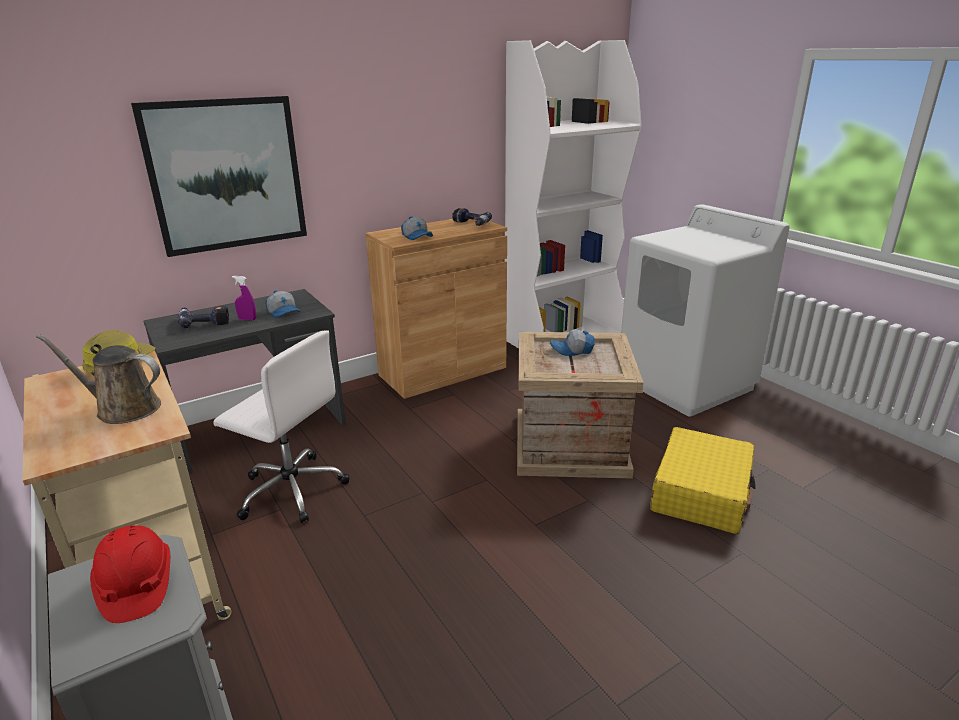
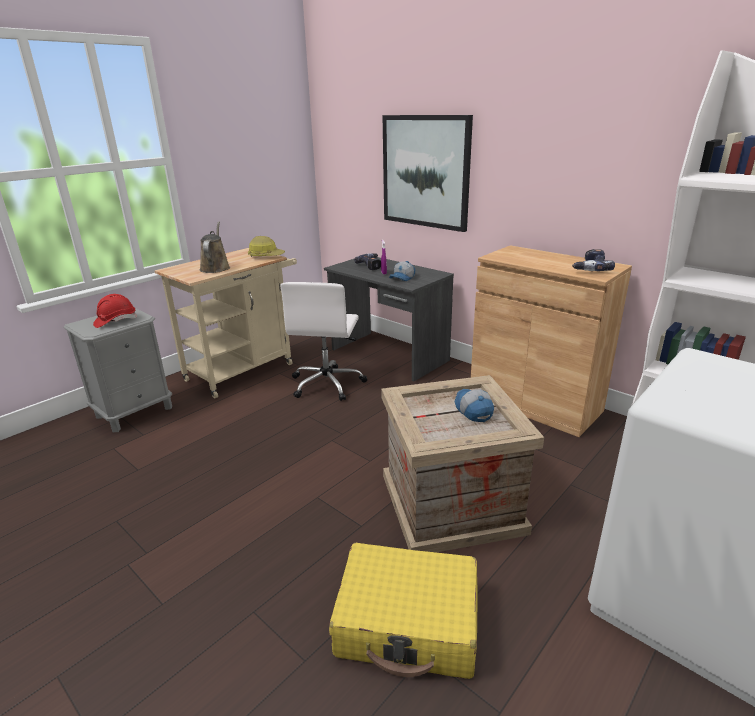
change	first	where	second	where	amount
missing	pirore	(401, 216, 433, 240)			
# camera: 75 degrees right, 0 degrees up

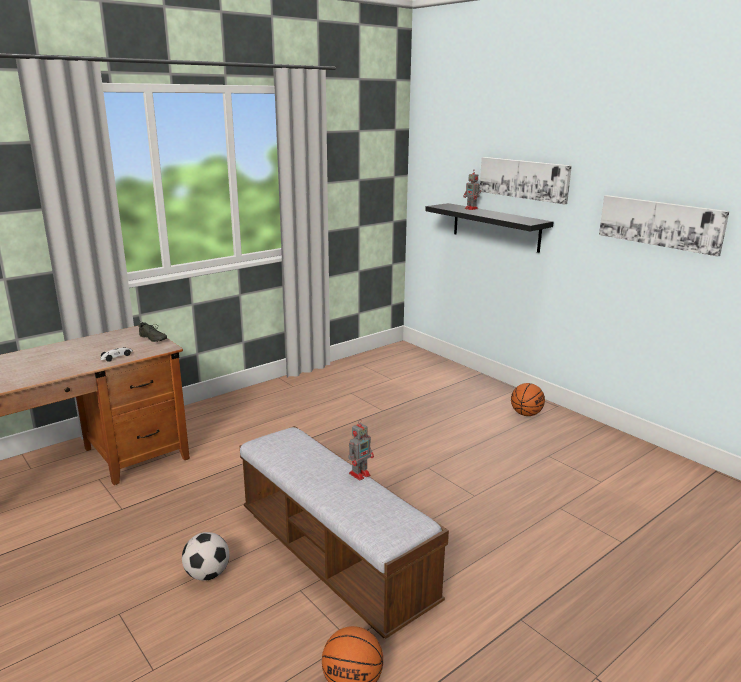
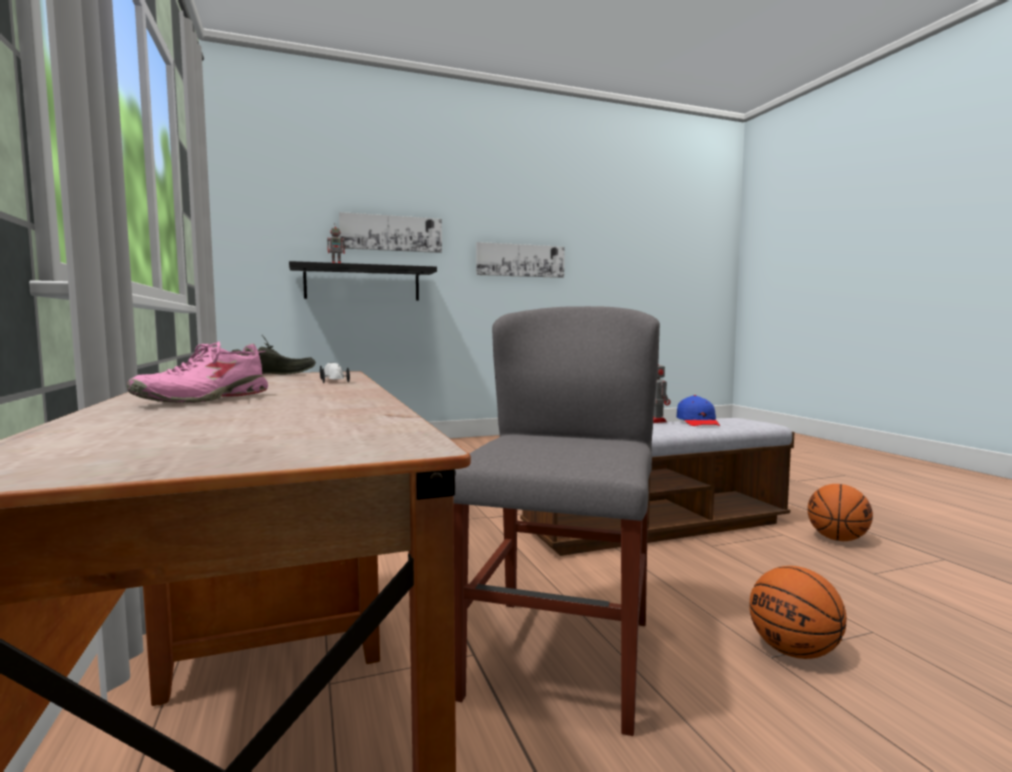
change	first	where	second	where	amount
relocated	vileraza	(511, 383, 545, 416)		(749, 566, 847, 659)	
missing	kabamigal	(182, 532, 229, 581)			
appeared			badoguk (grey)	(453, 306, 660, 736)	
appeared			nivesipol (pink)	(127, 342, 268, 403)	
appeared			pirore (blue)	(677, 395, 720, 426)	
# camera: 70 degrees left, 15 degrees down

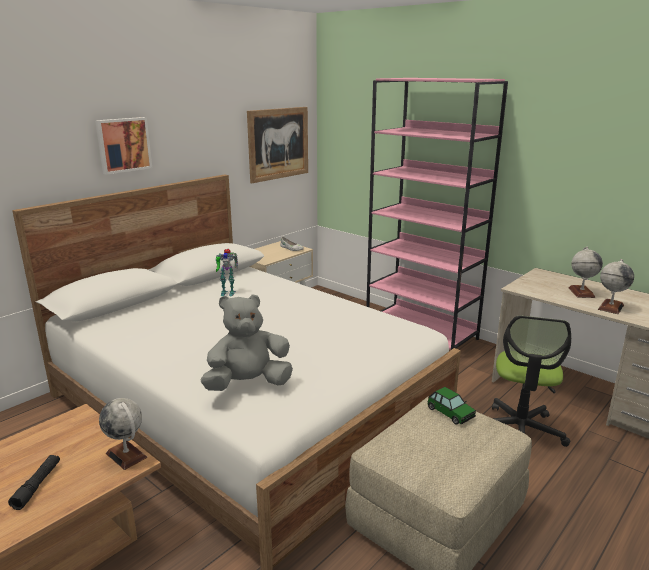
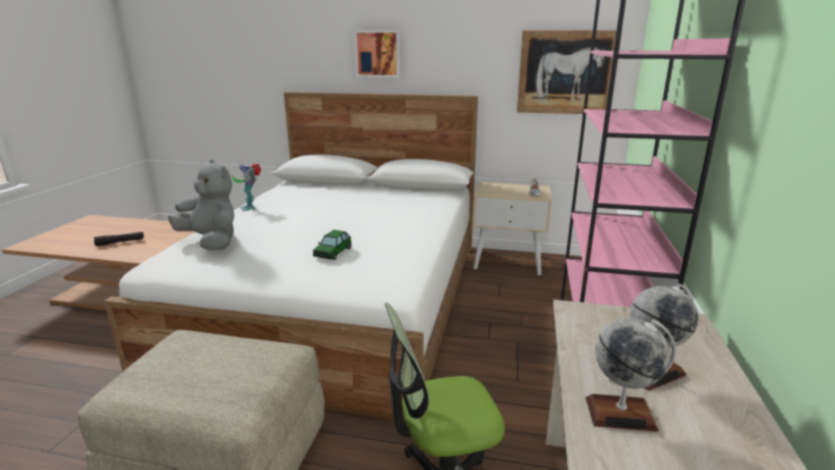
change	first	where	second	where	amount
relocated	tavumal	(216, 249, 238, 296)		(233, 163, 261, 211)	
relocated	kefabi	(427, 387, 476, 425)		(313, 230, 351, 260)	
missing	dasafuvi	(99, 398, 147, 470)			
# camera: 60 degrees right, 0 degrees up

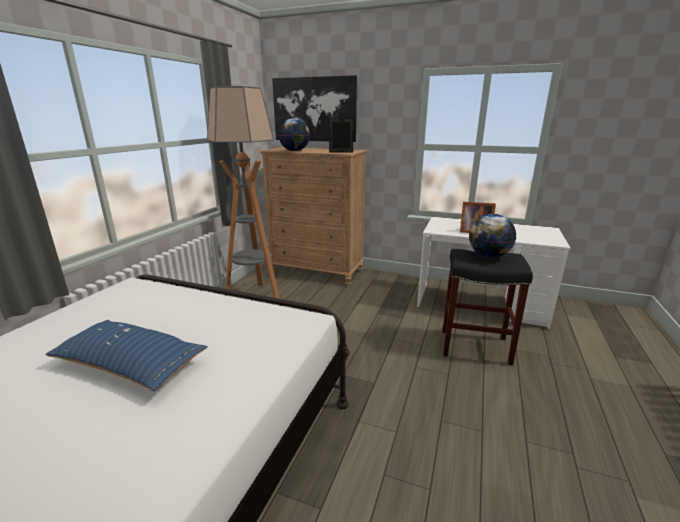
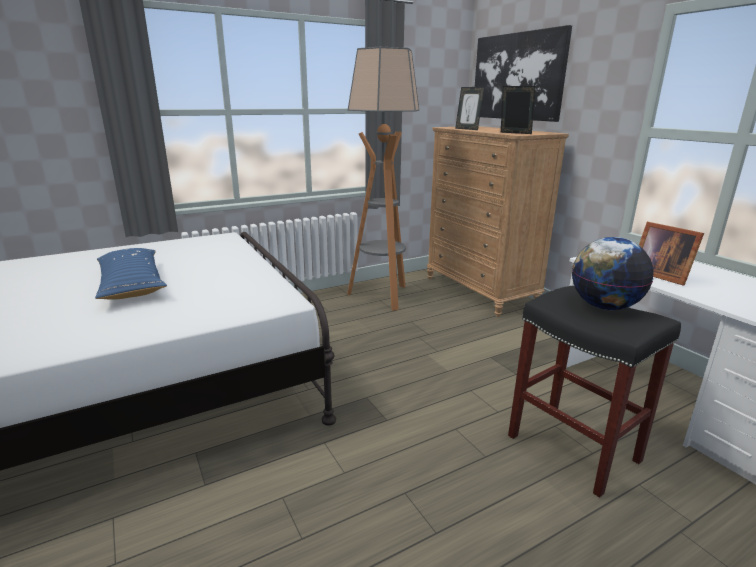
change	first	where	second	where	amount
exchanged	dasafuvi	(278, 118, 310, 151)	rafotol	(455, 87, 485, 130)	
# camera: 40 degrees right, 0 degrees up

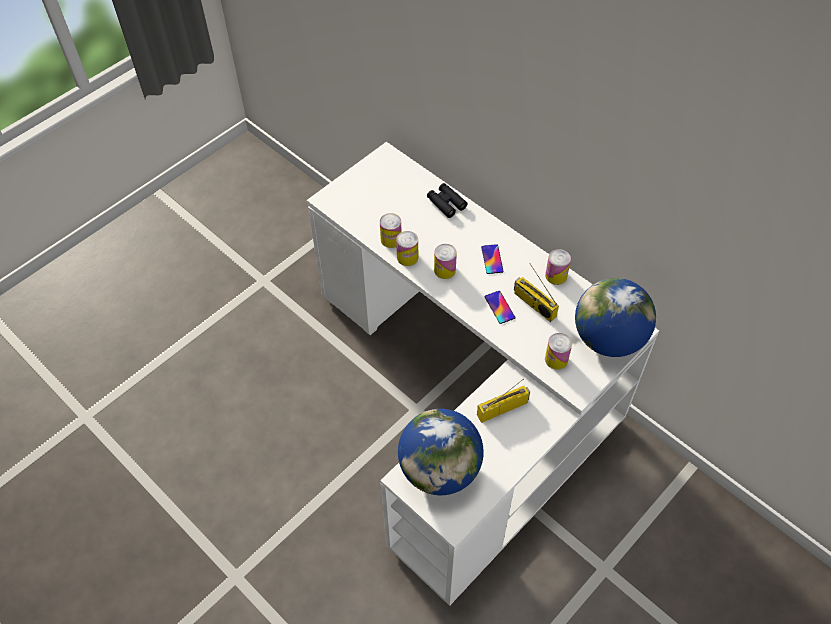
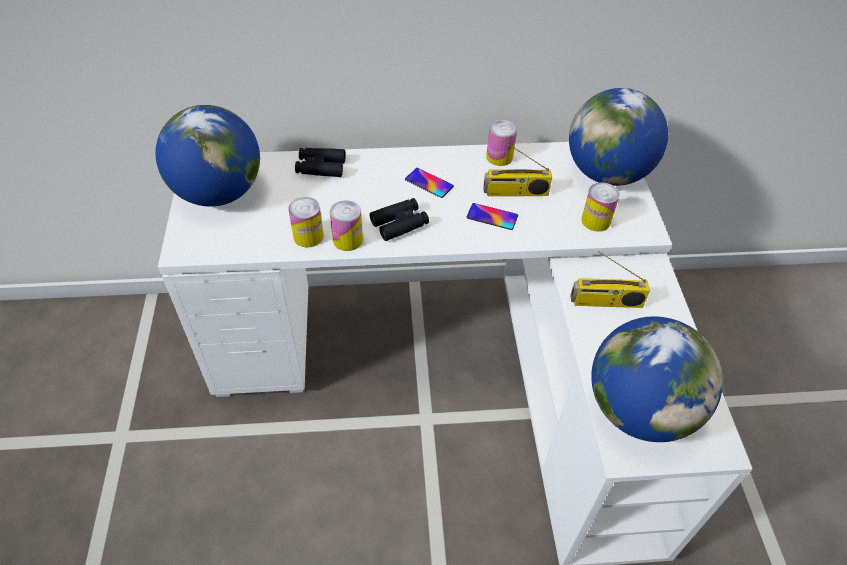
change	first	where	second	where	amount
exchanged	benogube	(434, 244, 457, 279)	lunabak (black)	(370, 198, 429, 241)	
spun	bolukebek	(477, 378, 530, 423)		(570, 251, 650, 308)	105 degrees counterclockwise
appeared			dasafuvi	(156, 105, 260, 207)	
# camera: 50 degrees left, 5 degrees down

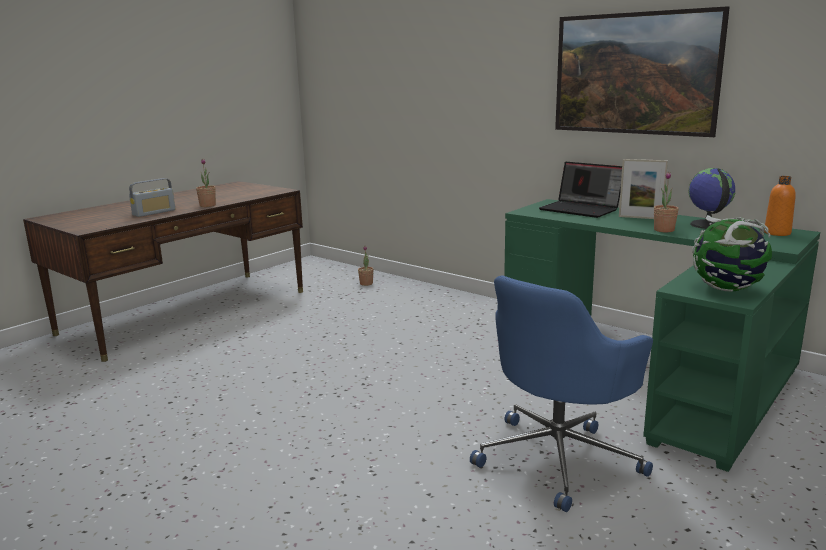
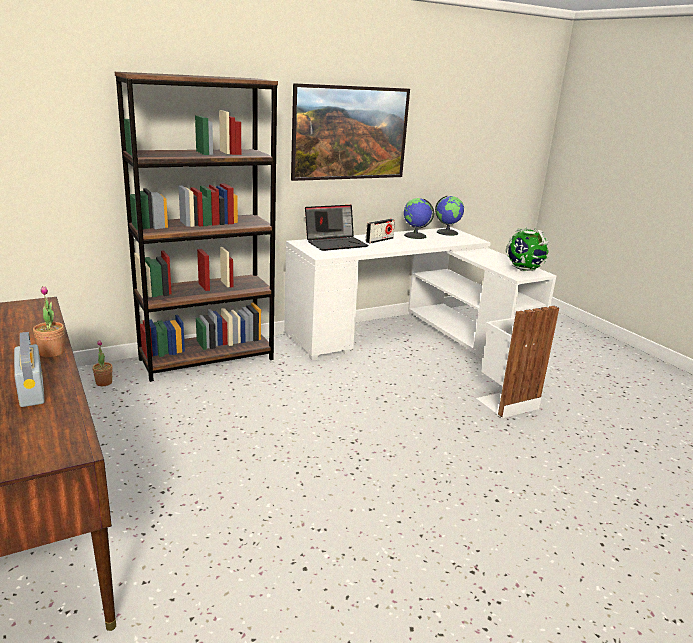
change	first	where	second	where	amount
exchanged	rafotol	(619, 159, 668, 219)	bolukebek	(365, 219, 395, 244)	
missing	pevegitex	(654, 172, 679, 232)			
exchanged	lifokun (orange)	(764, 176, 796, 236)	dasafuvi	(435, 196, 464, 236)	
colour	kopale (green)	(504, 199, 820, 472)	kopale (white)	(284, 227, 556, 360)	
exchanged	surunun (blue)	(470, 275, 653, 512)	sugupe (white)	(476, 306, 559, 418)	
appeared			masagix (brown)	(115, 72, 278, 382)	
# camera: 70 degrees left, 5 degrees up

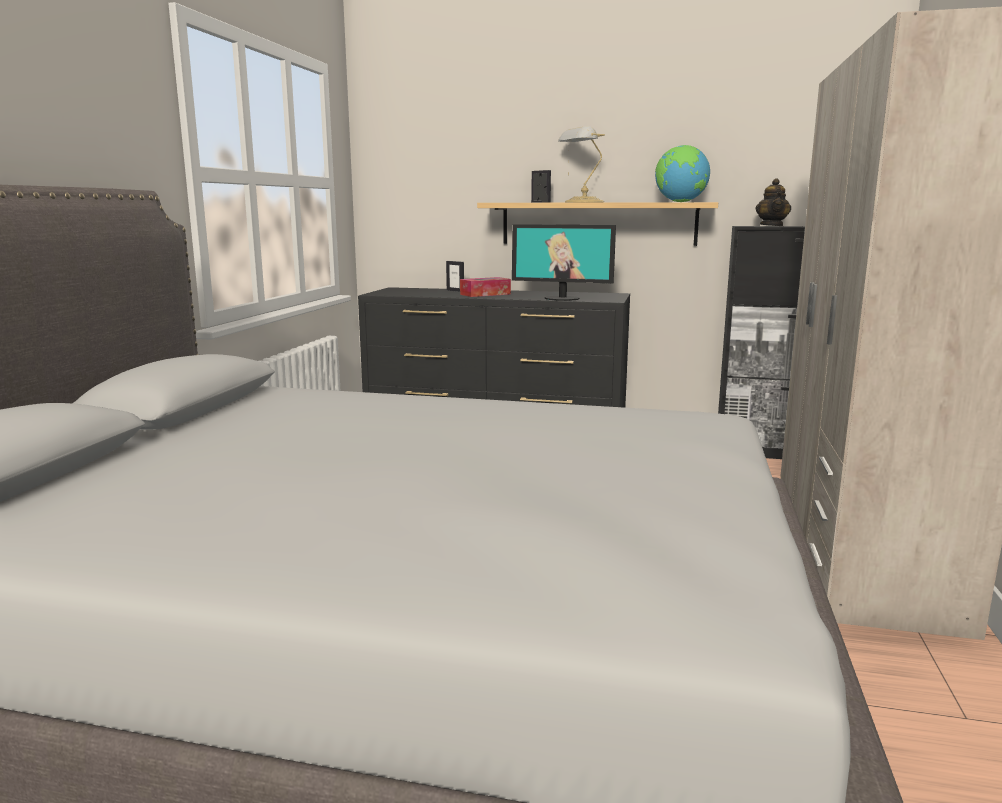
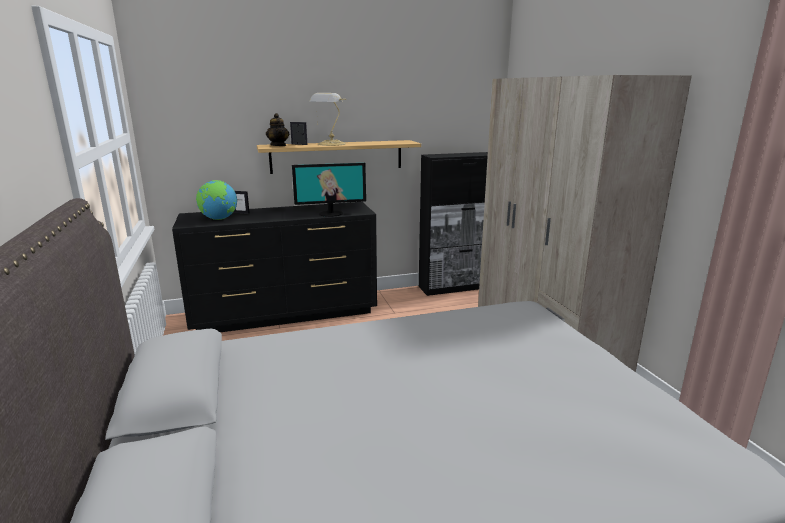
change	first	where	second	where	amount
relocated	dasafuvi	(655, 145, 710, 202)		(196, 180, 237, 220)	
relocated	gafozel	(755, 178, 791, 226)		(266, 113, 289, 146)	
missing	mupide	(460, 277, 511, 297)			
# camera: 30 degrees left, 5 degrees up

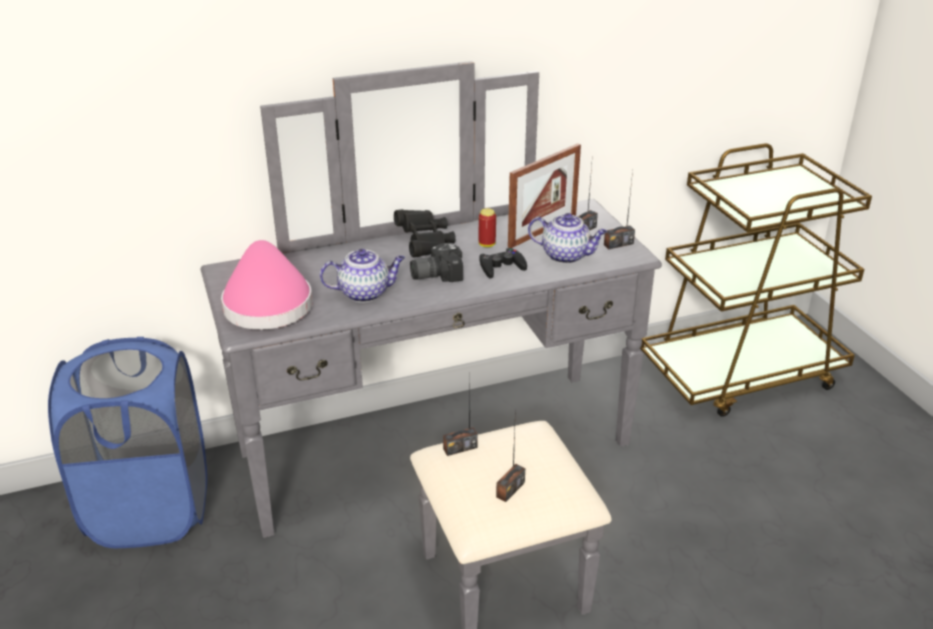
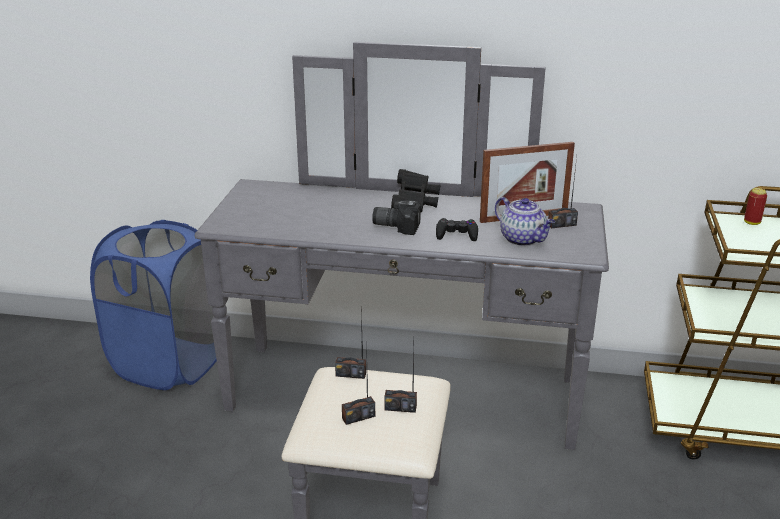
change	first	where	second	where	amount
relocated	bolukebek	(604, 171, 635, 249)		(384, 346, 417, 413)	
relocated	benogube	(479, 208, 496, 247)		(744, 188, 767, 225)	
missing	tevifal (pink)	(221, 240, 312, 330)			
missing	gafozel	(320, 249, 405, 303)			
# camera: 30 degrees right, 5 degrees down

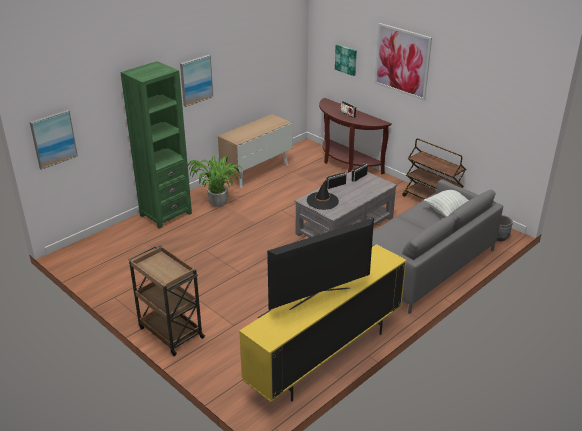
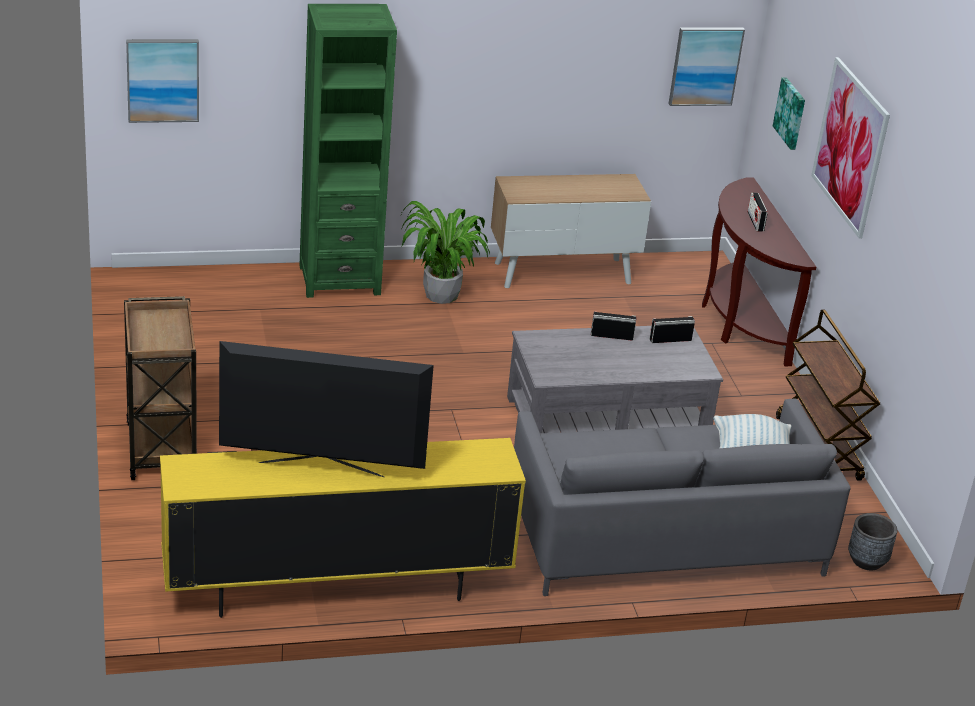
change	first	where	second	where	amount
relocated	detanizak	(180, 55, 213, 107)		(669, 28, 745, 106)	
missing	tevifal (black)	(307, 179, 339, 210)			
# camera: 30 degrees right, 0 degrees up

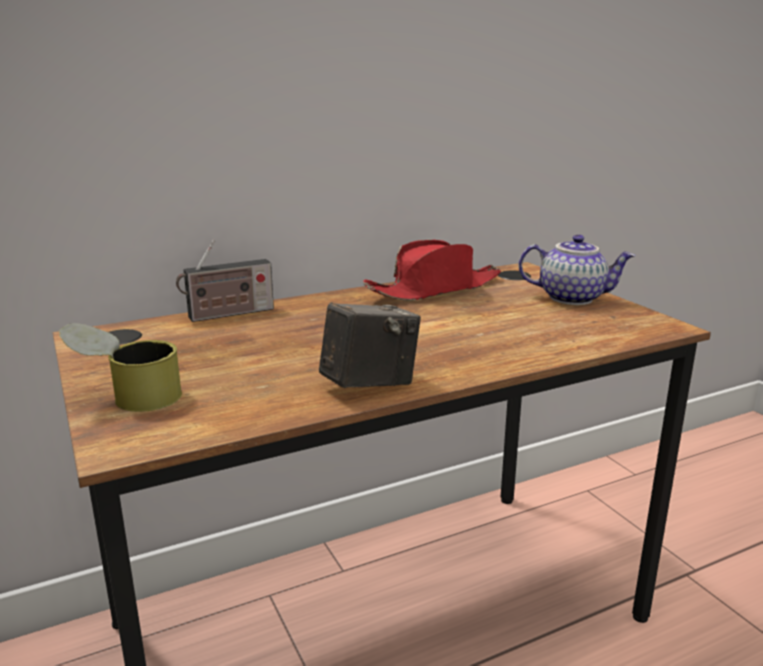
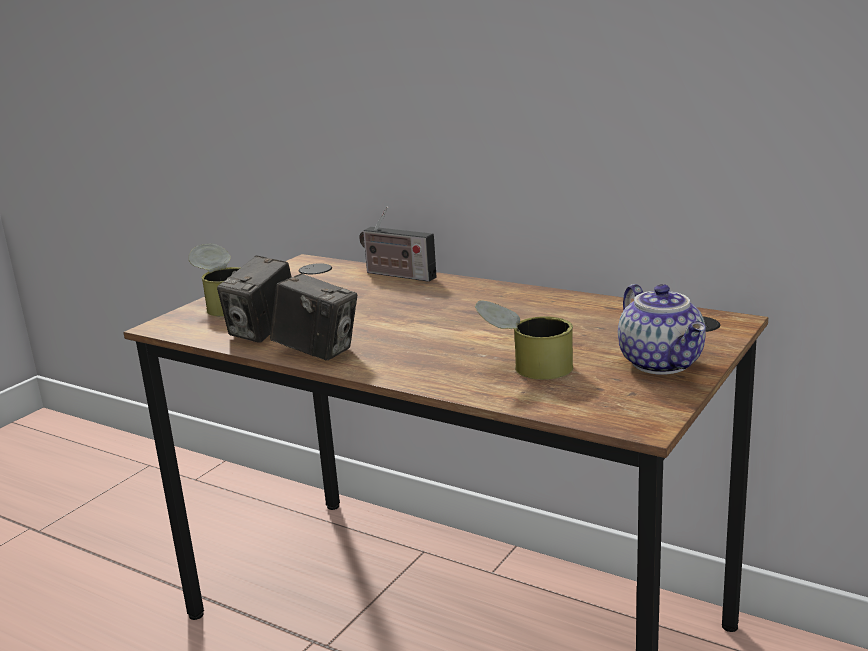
change	first	where	second	where	amount
missing	tevifal (red)	(363, 240, 501, 301)			
appeared			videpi	(217, 255, 291, 343)	
appeared			benogube	(475, 300, 573, 380)	
# camera: 60 degrees right, 0 degrees up

